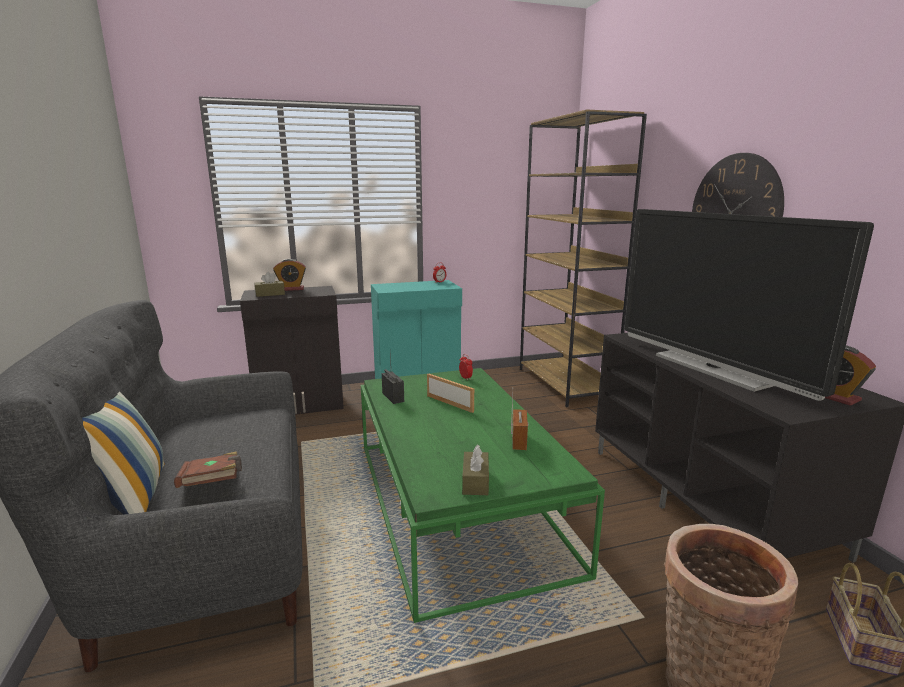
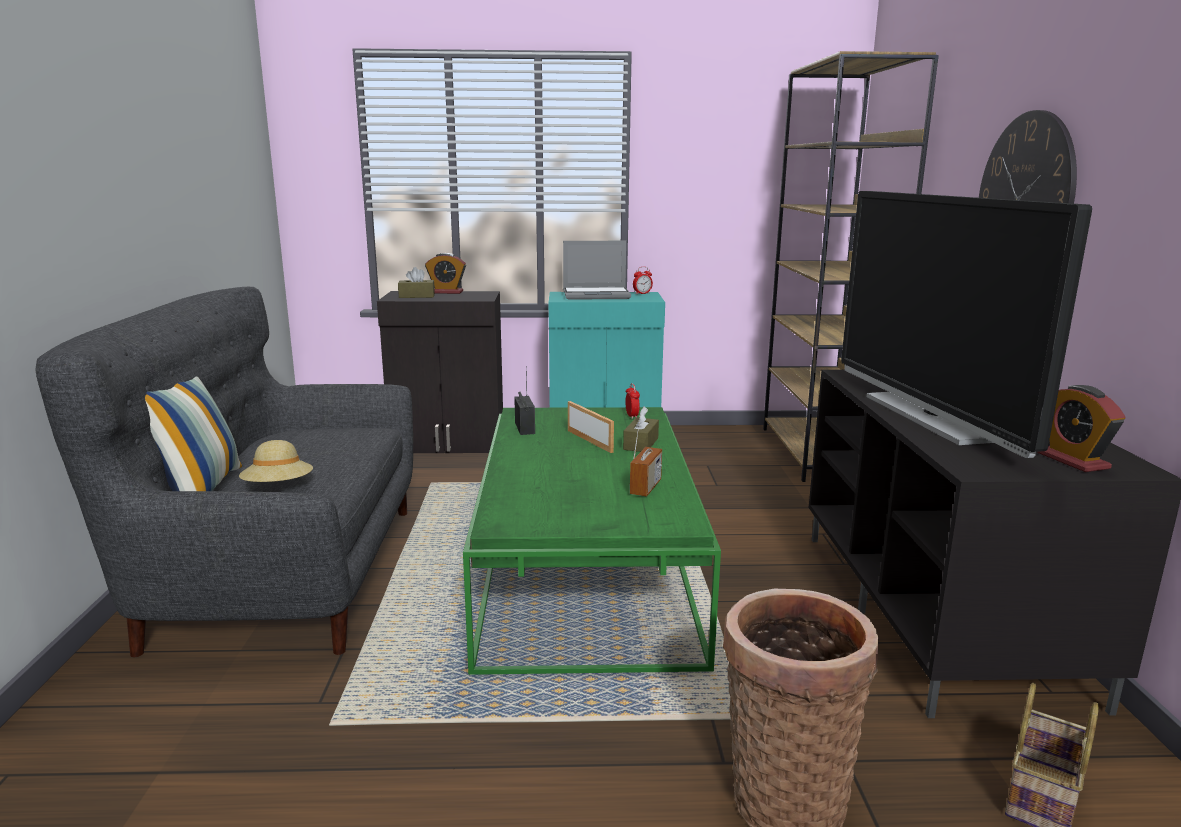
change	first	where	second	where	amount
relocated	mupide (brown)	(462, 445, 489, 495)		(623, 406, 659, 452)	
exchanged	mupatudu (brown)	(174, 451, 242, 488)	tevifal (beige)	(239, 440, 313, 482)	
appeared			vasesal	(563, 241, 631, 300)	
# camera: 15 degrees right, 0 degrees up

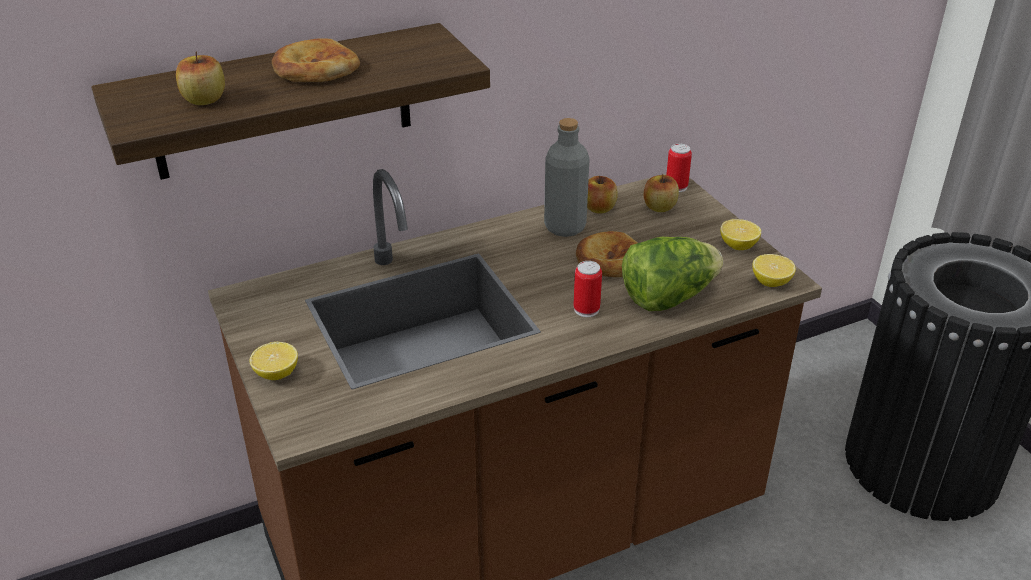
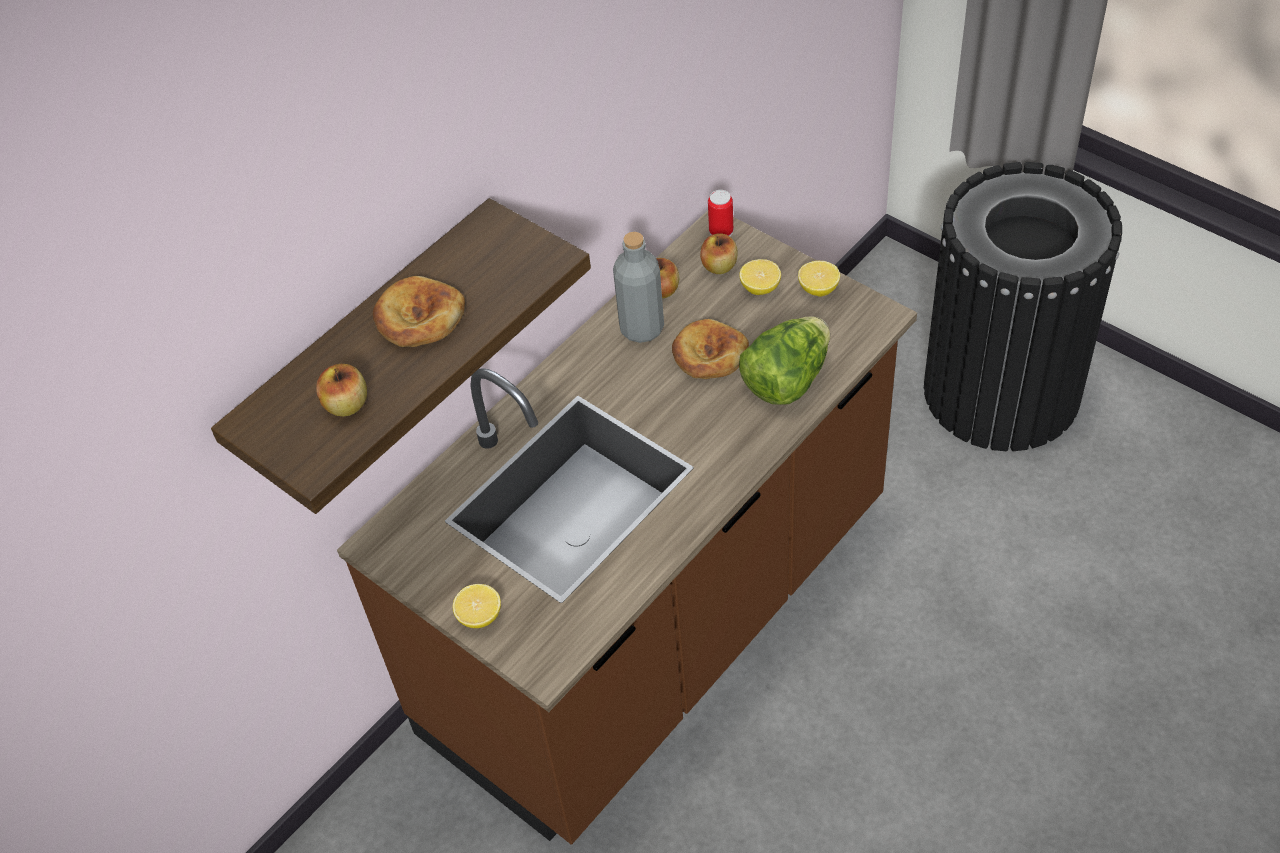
change	first	where	second	where	amount
relocated	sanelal	(752, 254, 796, 287)		(739, 259, 781, 295)	
missing	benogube	(573, 261, 602, 317)			
# camera: 20 degrees left, 15 degrees up

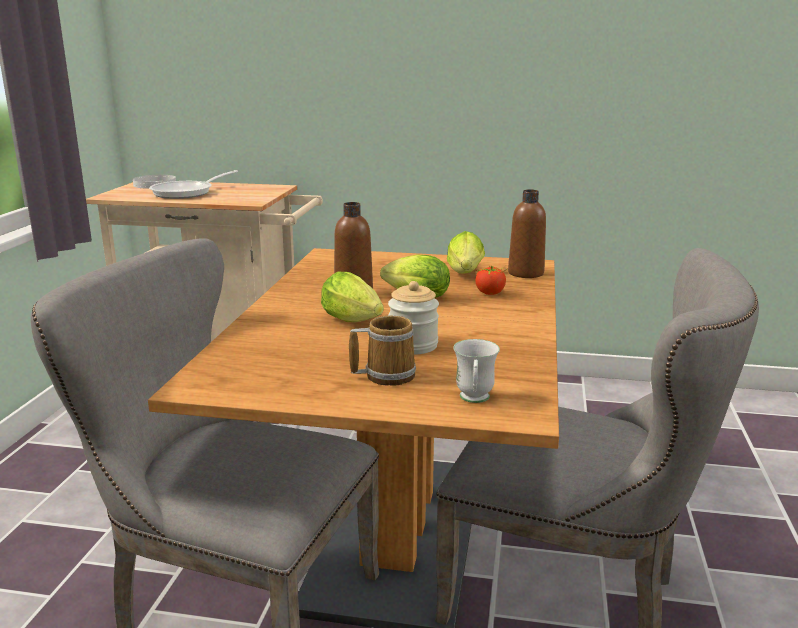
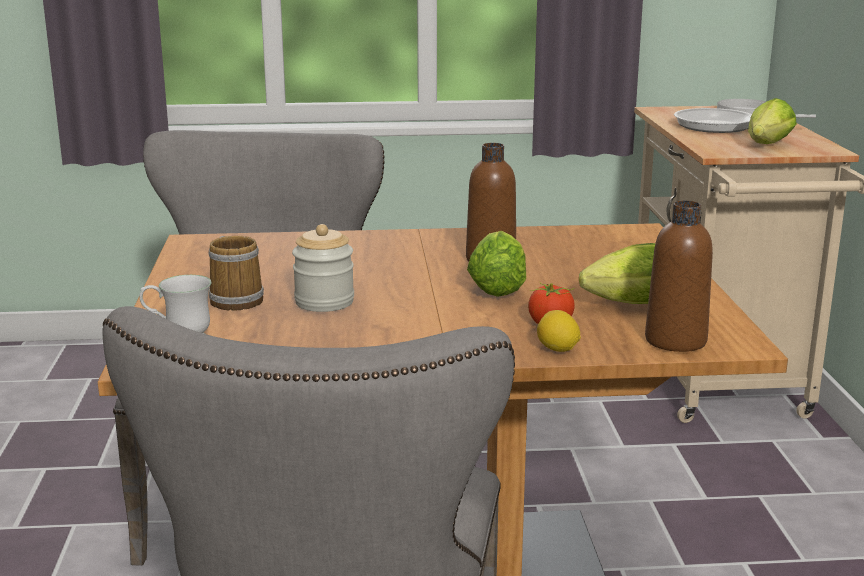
change	first	where	second	where	amount
relocated	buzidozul	(321, 272, 384, 322)		(748, 98, 797, 144)	
appeared			sanelal	(537, 310, 581, 352)	
# camera: 75 degrees right, 0 degrees up

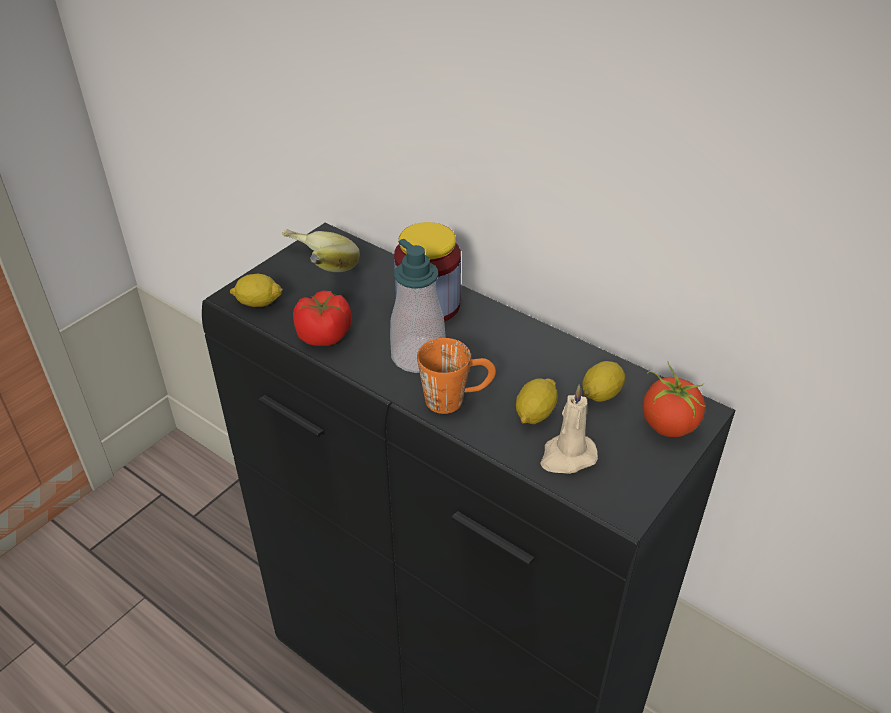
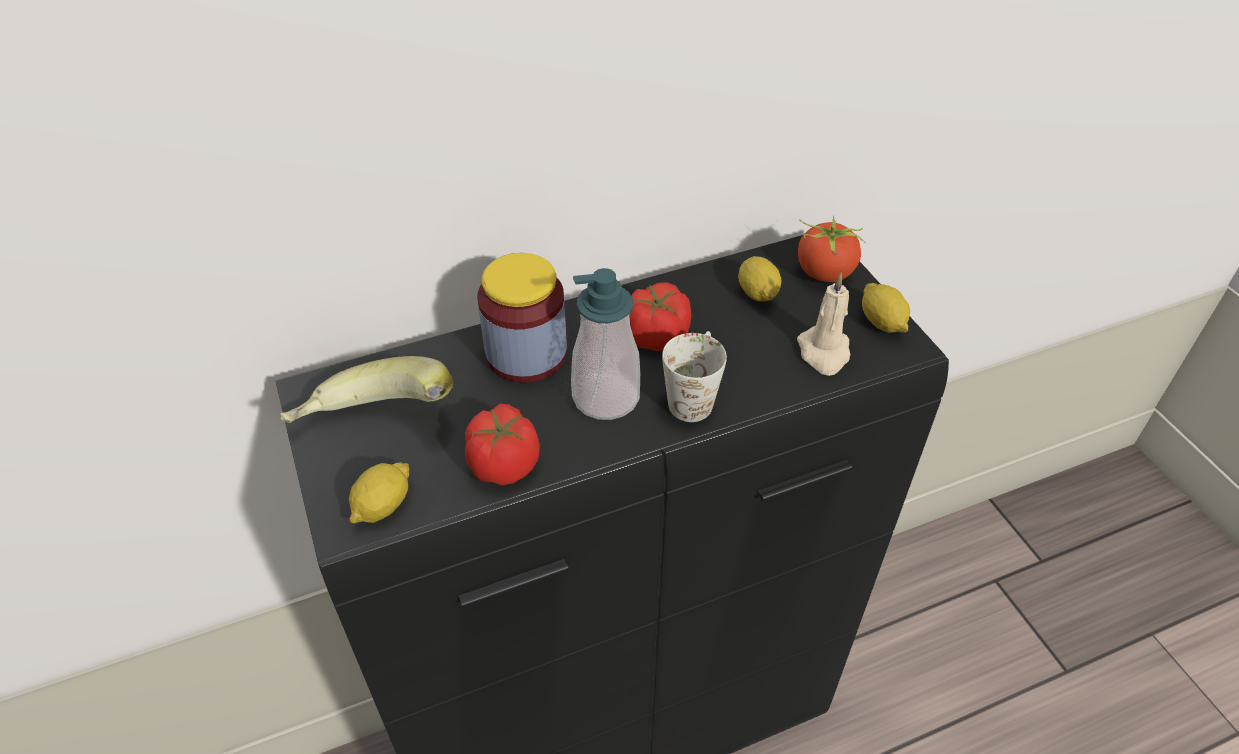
change	first	where	second	where	amount
colour	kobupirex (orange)	(417, 338, 496, 414)	kobupirex (white)	(662, 331, 727, 422)	
relocated	sanelal	(516, 378, 558, 424)		(862, 283, 910, 333)	
appeared			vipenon	(629, 282, 691, 351)	
# camera: 60 degrees left, 5 degrees up

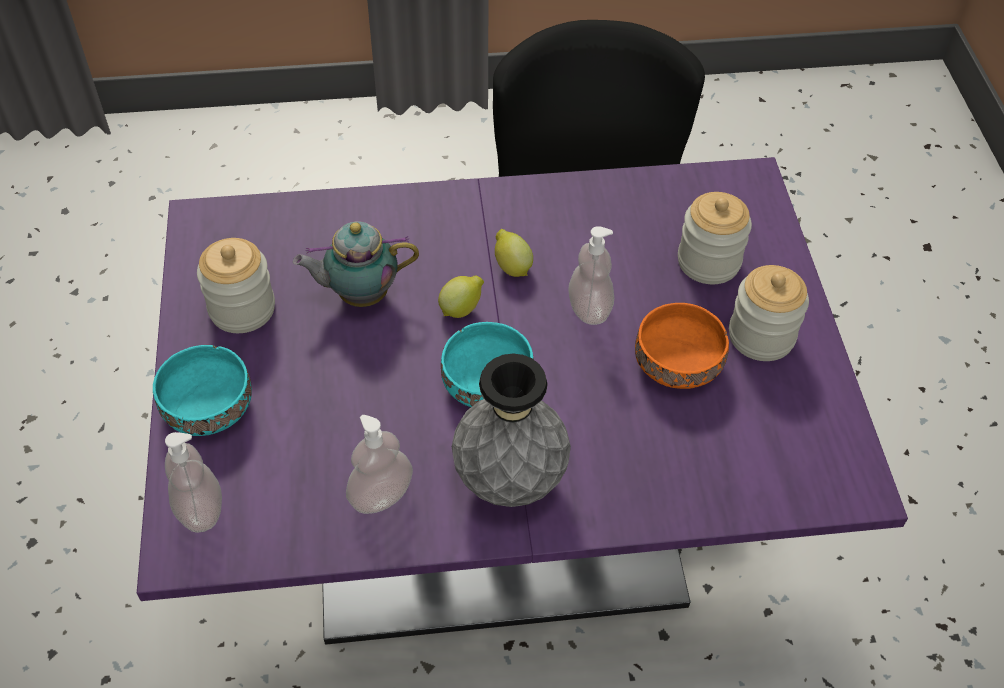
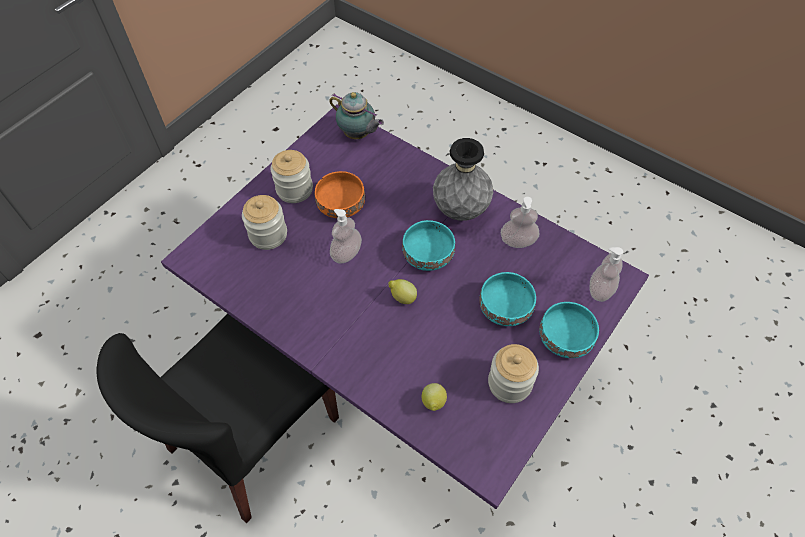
change	first	where	second	where	amount
relocated	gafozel	(293, 221, 419, 307)		(329, 92, 384, 139)	
relocated	sanelal	(495, 229, 533, 277)		(422, 383, 447, 411)	
appeared			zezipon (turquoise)	(479, 272, 536, 326)	
# camera: 135 degrees left, 5 degrees up

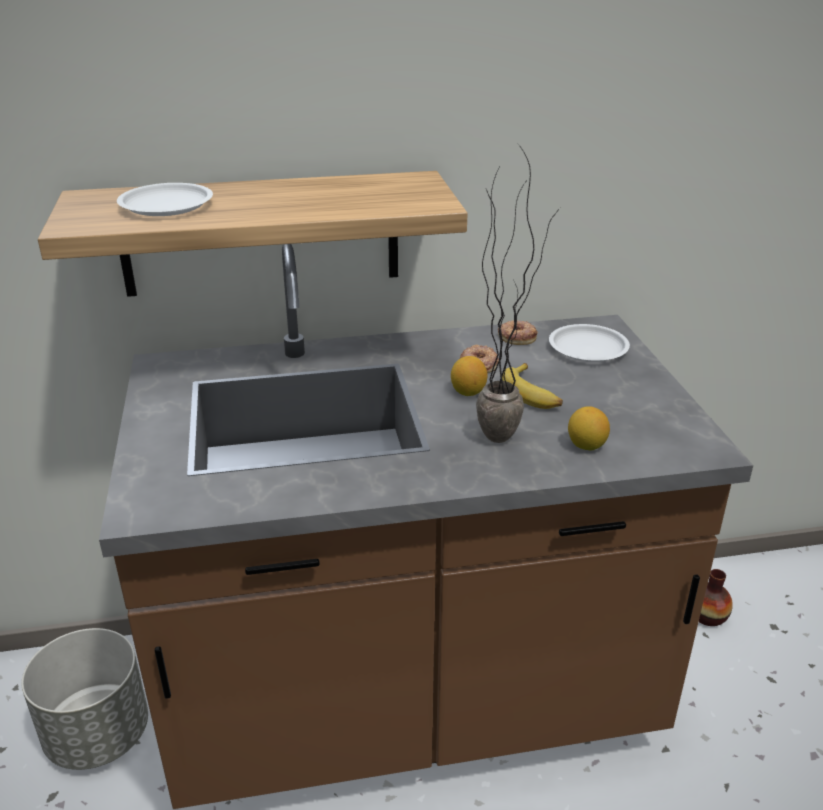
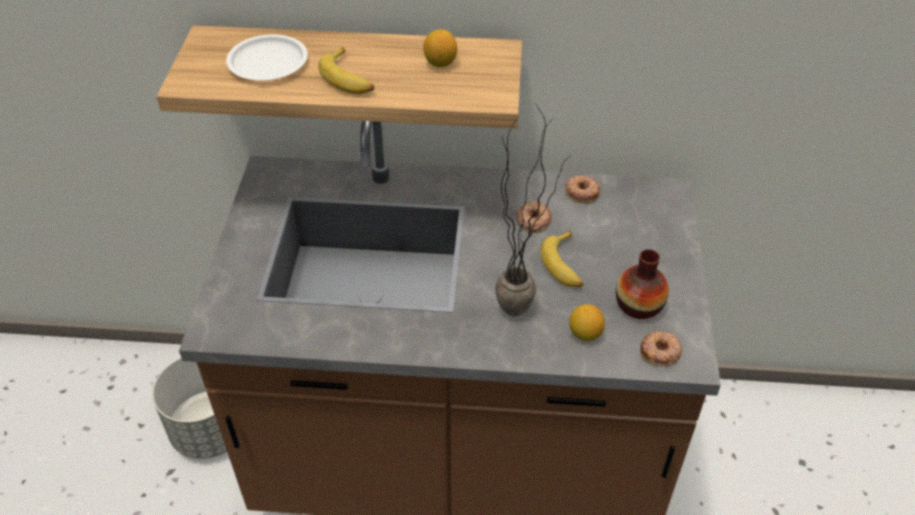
change	first	where	second	where	amount
missing	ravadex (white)	(549, 324, 630, 362)			
relocated	sanelal	(451, 356, 488, 396)		(423, 29, 457, 67)	
relocated	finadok	(699, 569, 733, 626)		(616, 249, 669, 319)	
appeared			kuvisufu	(318, 47, 374, 94)	
appeared			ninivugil	(640, 331, 682, 366)	
# camera: 15 degrees right, 15 degrees up

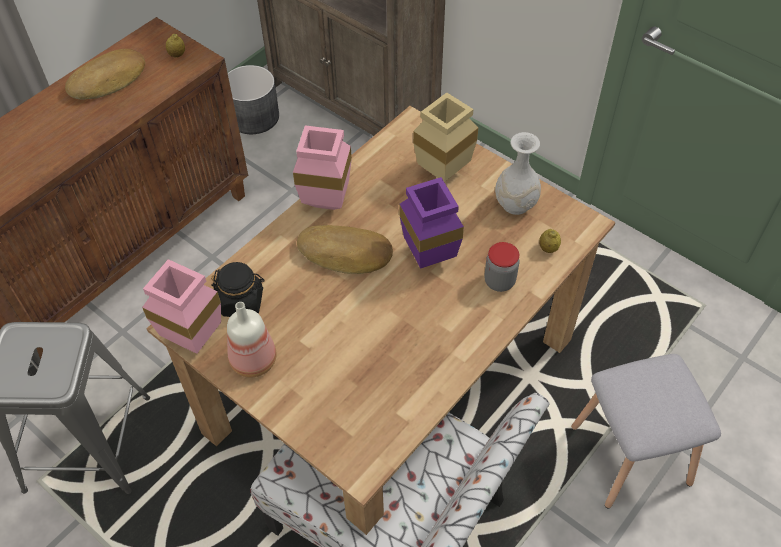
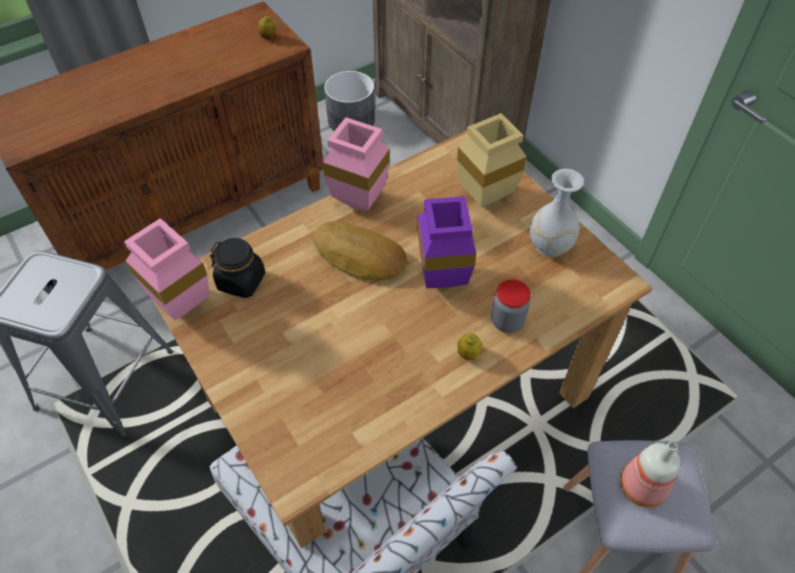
change	first	where	second	where	amount
missing	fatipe	(65, 49, 145, 100)			
relocated	sanelal	(539, 229, 561, 253)		(457, 333, 482, 360)	
relocated	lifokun	(227, 302, 277, 378)		(620, 442, 681, 508)	
# camera: 15 degrees right, 0 degrees up

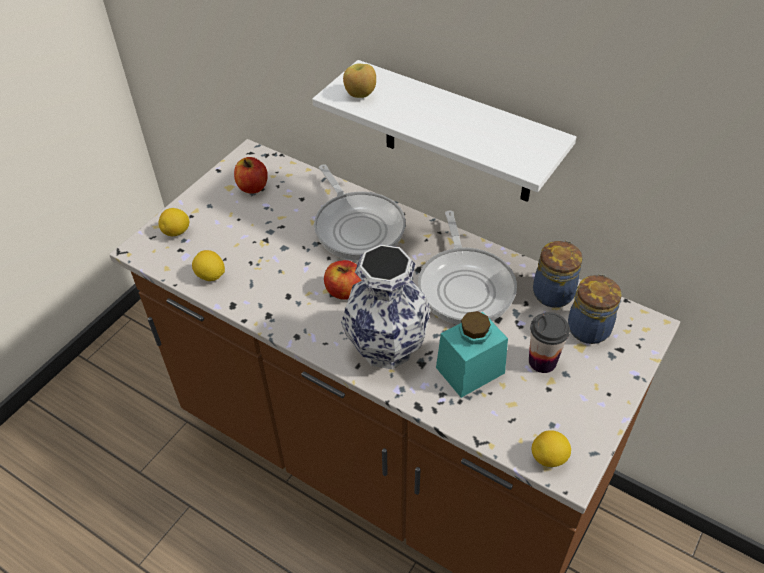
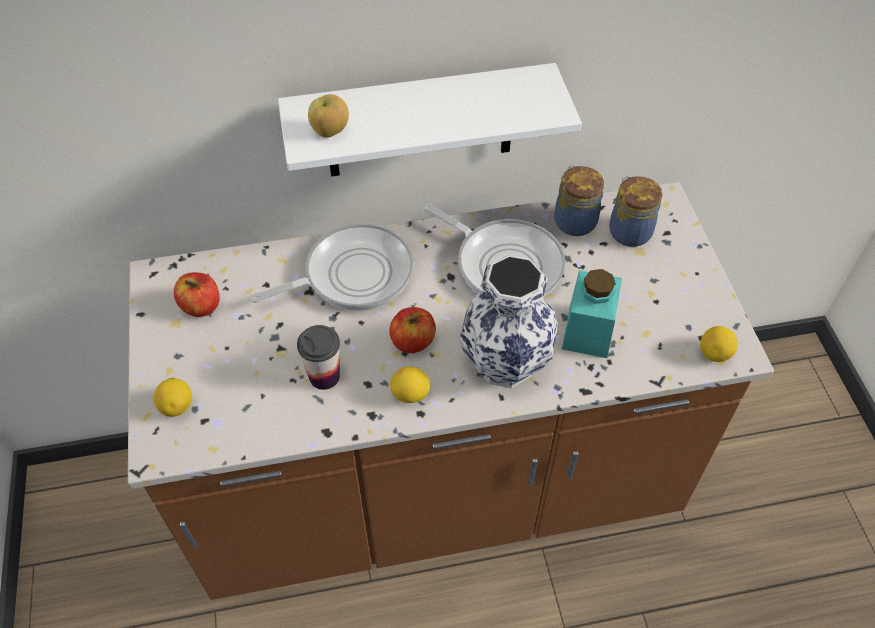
change	first	where	second	where	amount
spun	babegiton	(314, 164, 406, 260)		(251, 223, 413, 311)	45 degrees counterclockwise
relocated	sanelal	(192, 250, 225, 281)		(390, 366, 431, 403)	
relocated	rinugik	(529, 312, 570, 373)		(297, 325, 340, 390)	
# camera: 45 degrees left, 5 degrees up

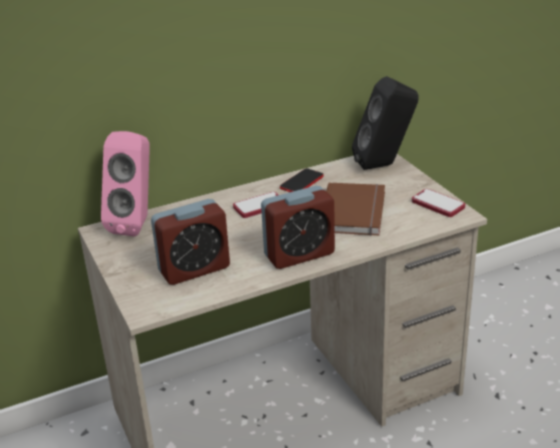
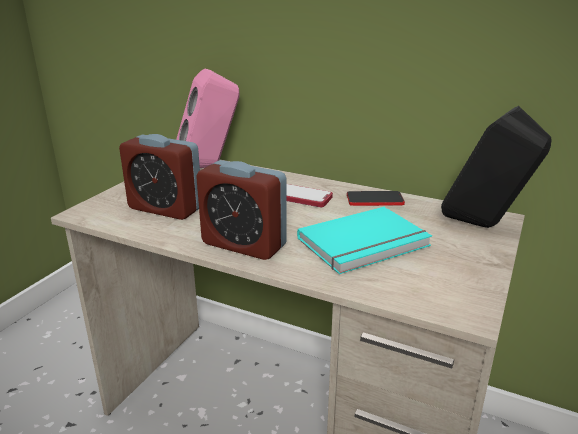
change	first	where	second	where	amount
colour	mupatudu (brown)	(326, 183, 385, 236)	mupatudu (turquoise)	(297, 207, 432, 274)	
missing	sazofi	(412, 189, 465, 217)			
# camera: 50 degrees right, 5 degrees down

